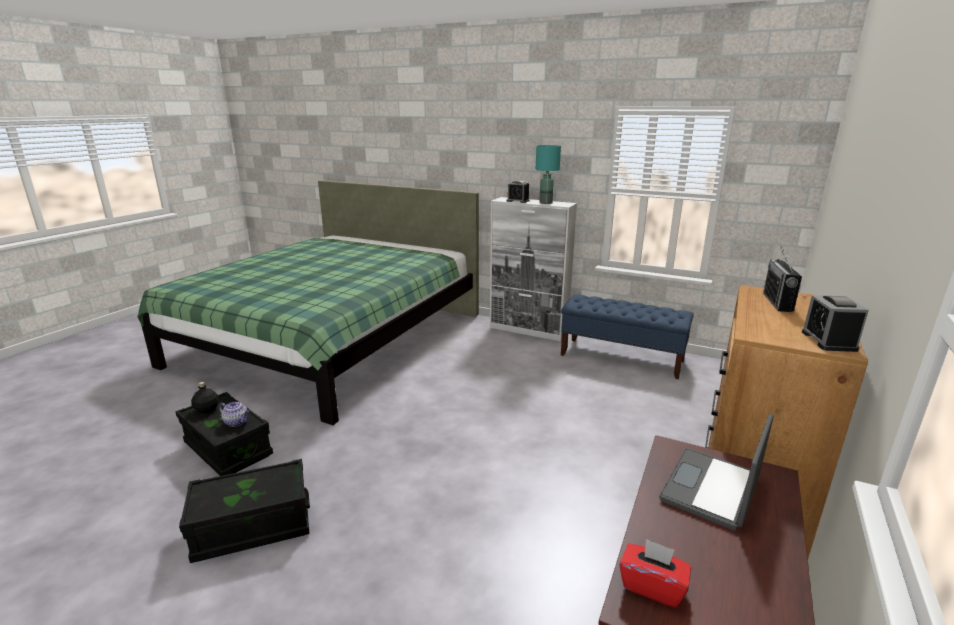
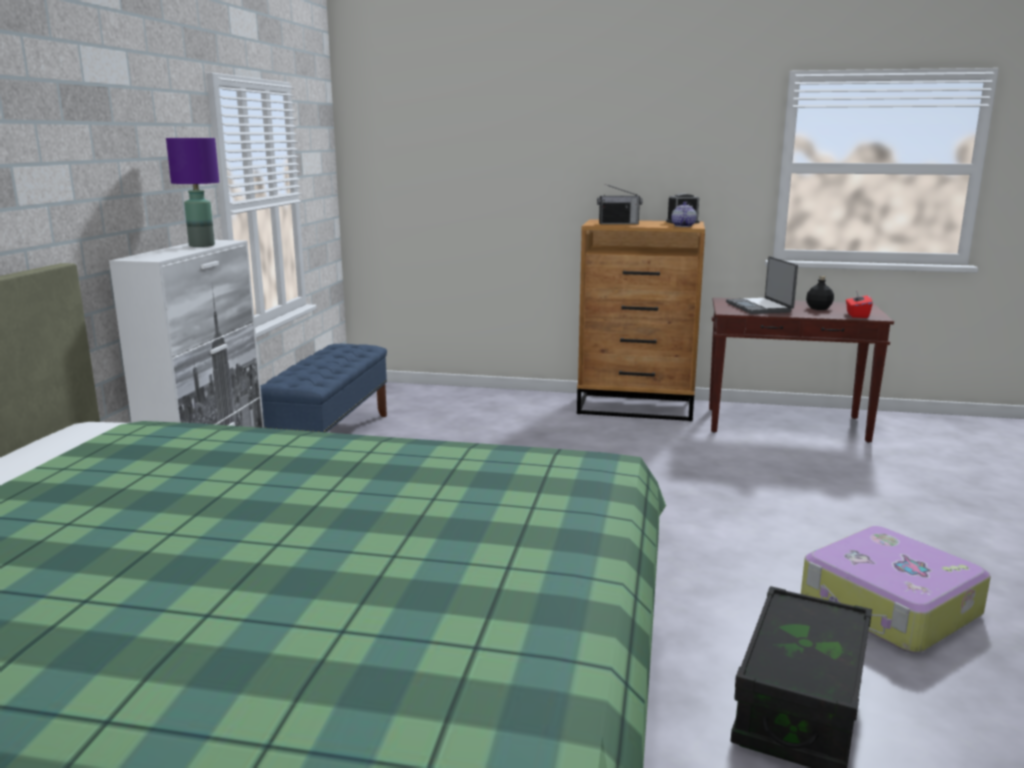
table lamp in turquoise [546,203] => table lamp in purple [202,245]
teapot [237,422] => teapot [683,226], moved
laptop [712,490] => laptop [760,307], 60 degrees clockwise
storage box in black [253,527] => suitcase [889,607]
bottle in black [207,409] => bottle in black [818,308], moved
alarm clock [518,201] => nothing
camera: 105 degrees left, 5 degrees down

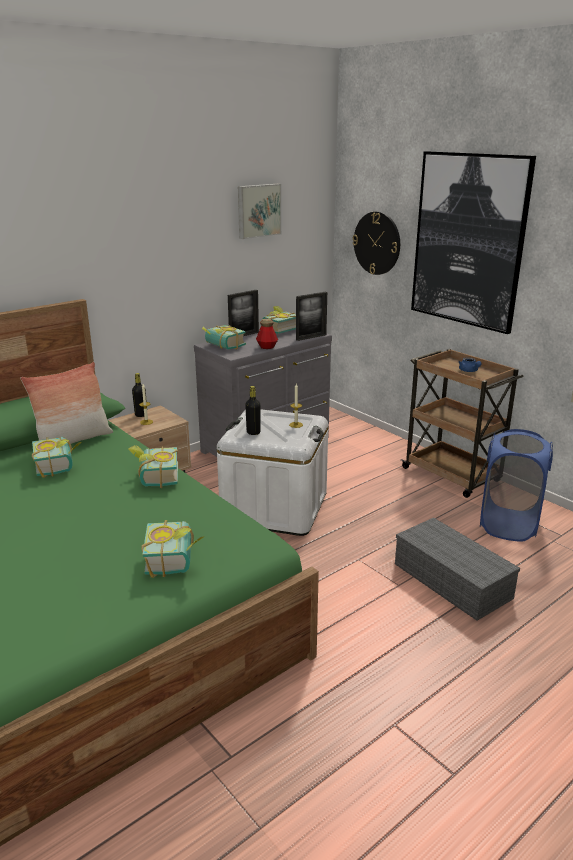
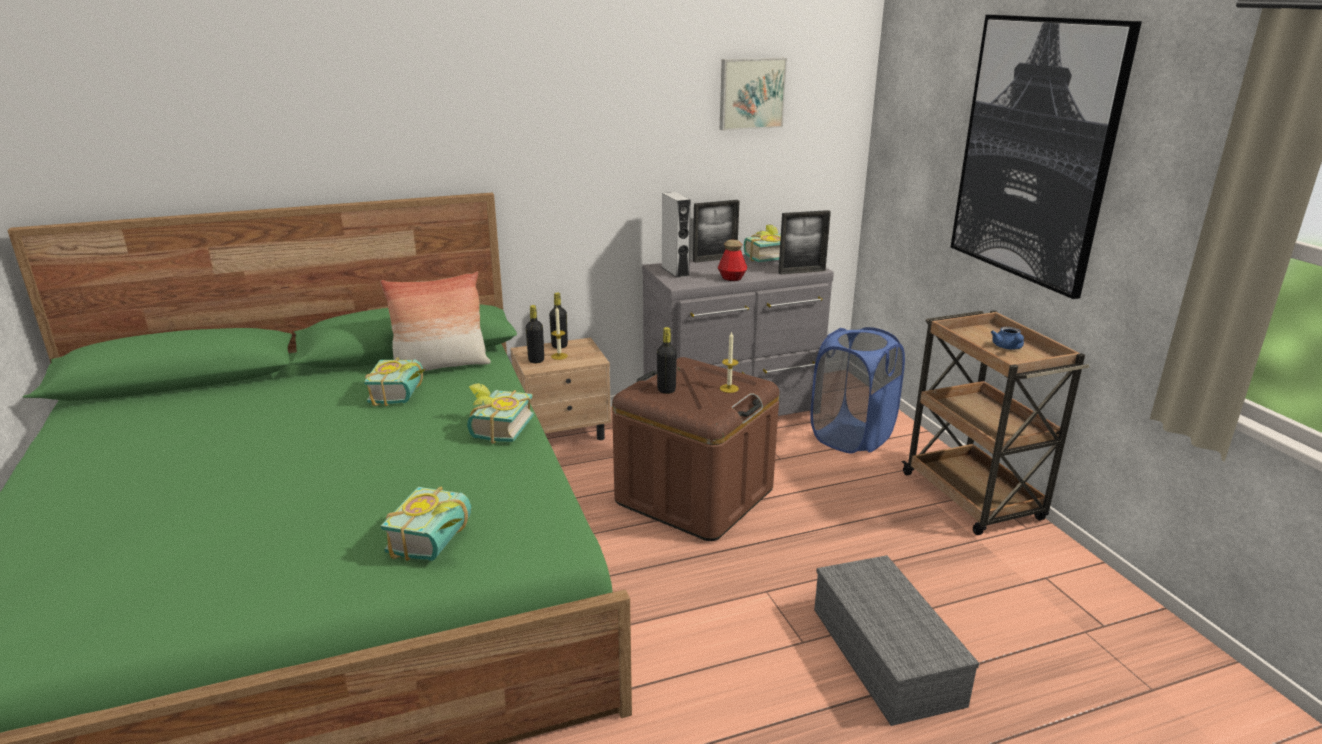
nothing => bottle in black [536,360]
storage box in white [275,508] => storage box in brown [694,496]
book [222,347] => speaker in grey [675,271]
laundry basket in blue [508,524] => laundry basket in blue [851,437], moved
wall clock [377,243] => nothing
camera: 20 degrees right, 0 degrees up

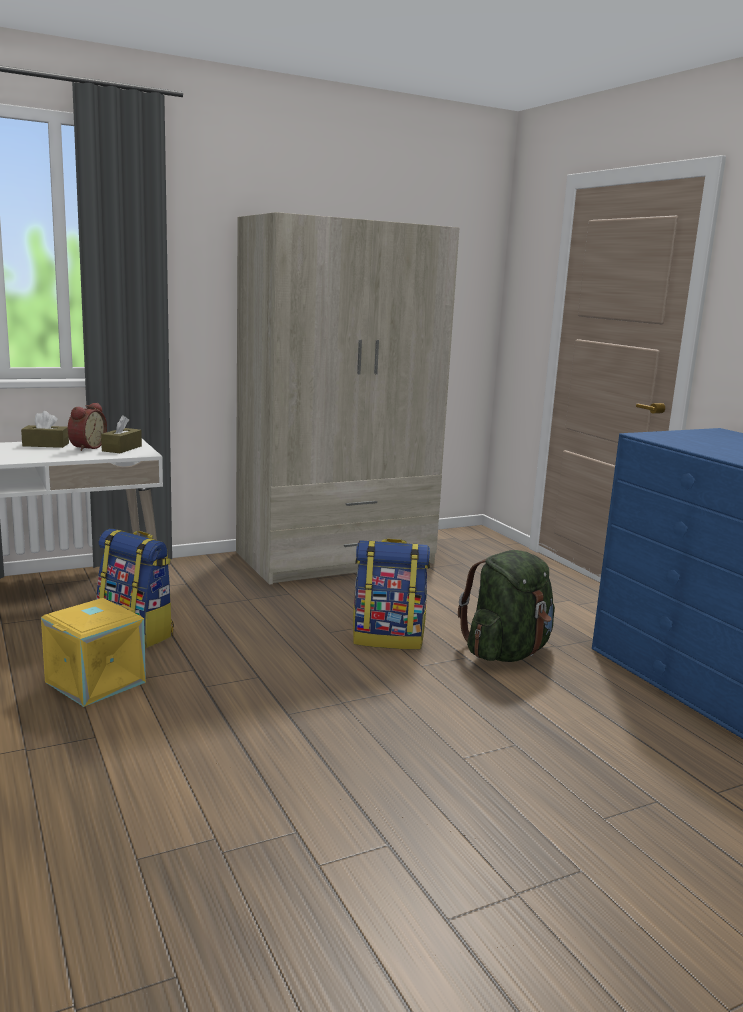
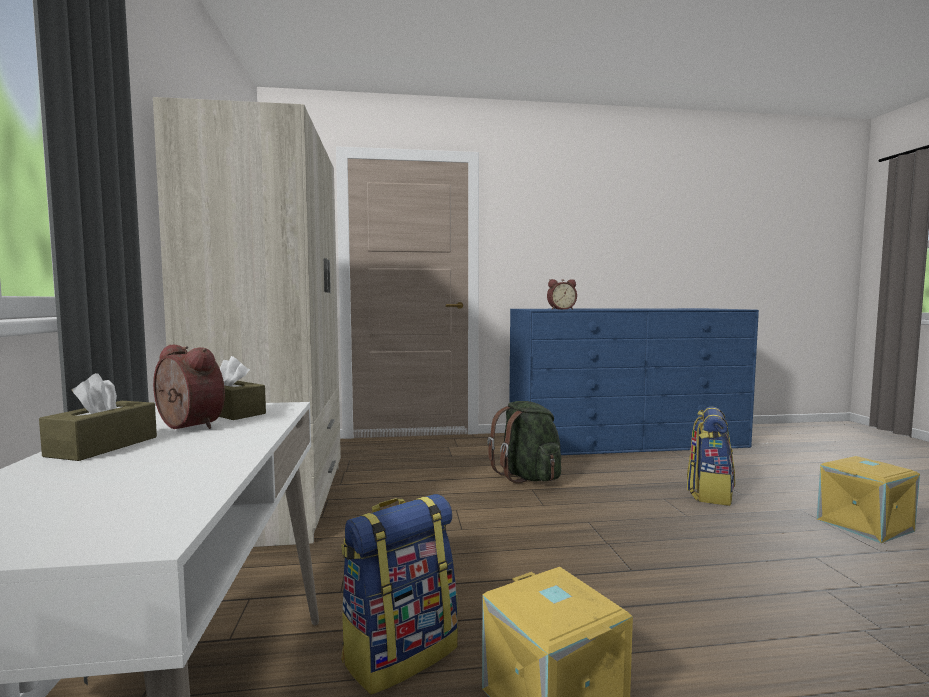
nothing => alarm clock [561,309]
backpack [388,639] => backpack [709,493], moved
nothing => storage box in yellow [865,526]
camera: 70 degrees left, 10 degrees down

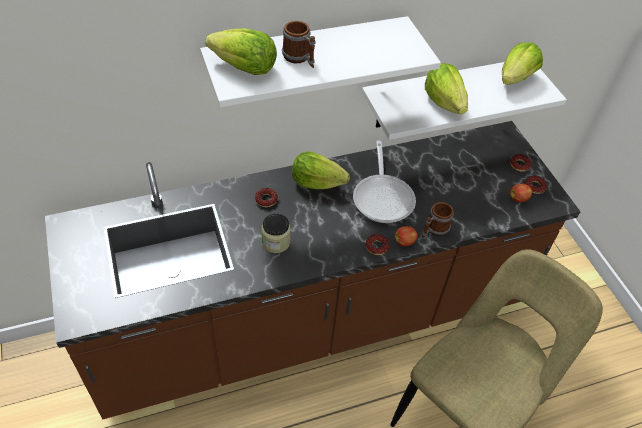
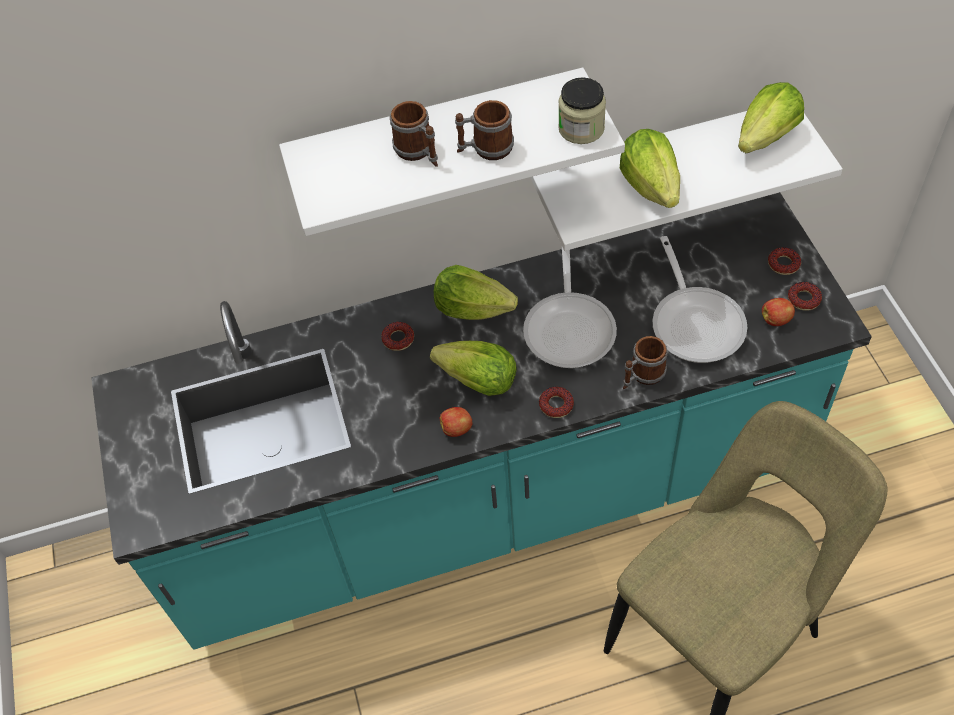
counter in brown [312,323] => counter in turquoise [491,501]
lettuce [245,68] => lettuce [478,381], moved
apple [404,242] => apple [457,429], moved
nothing => mug [485,149]
jar [276,242] => jar [581,129], moved
nothing => frying pan [695,322]
camera: 10 degrees right, 5 degrees up

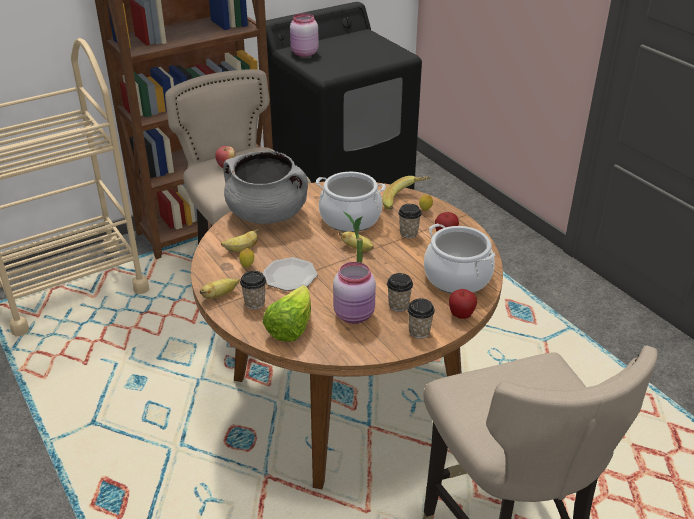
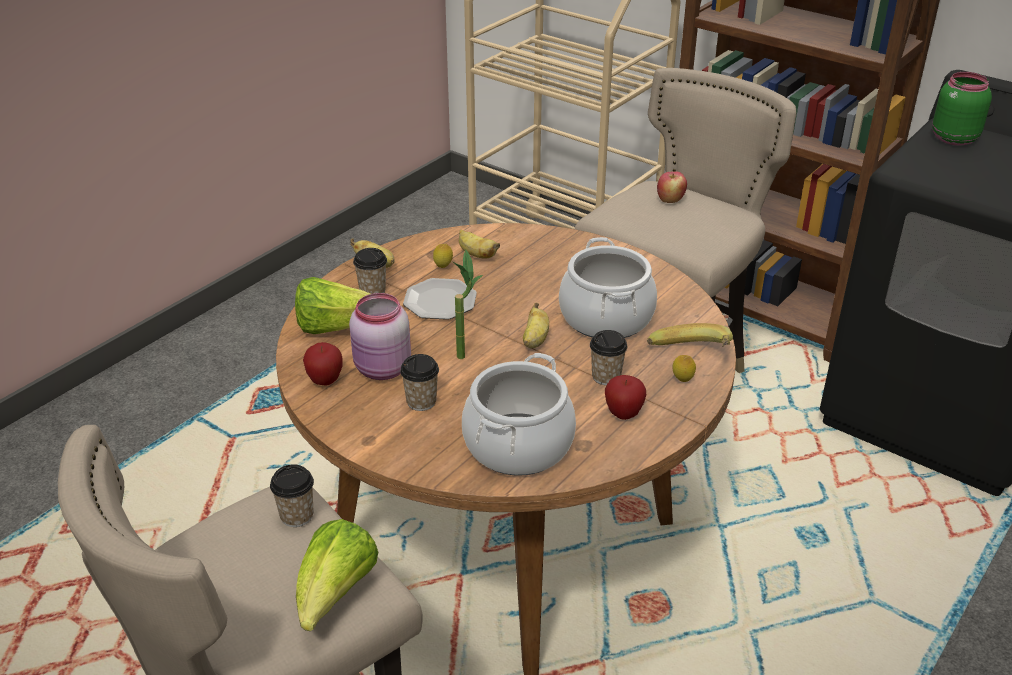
cup [419,331] => cup [297,516], moved
nothing => lettuce [335,596]
apple [461,316] => apple [325,381], moved
jar in pink [304,53] => jar in green [952,138]
cooking pot in grey [267,214] => nothing
camera: 70 degrees right, 0 degrees up

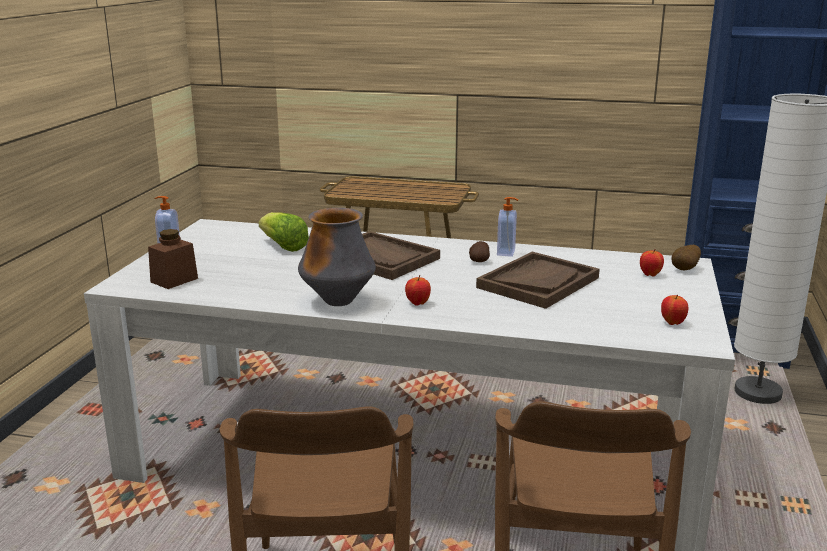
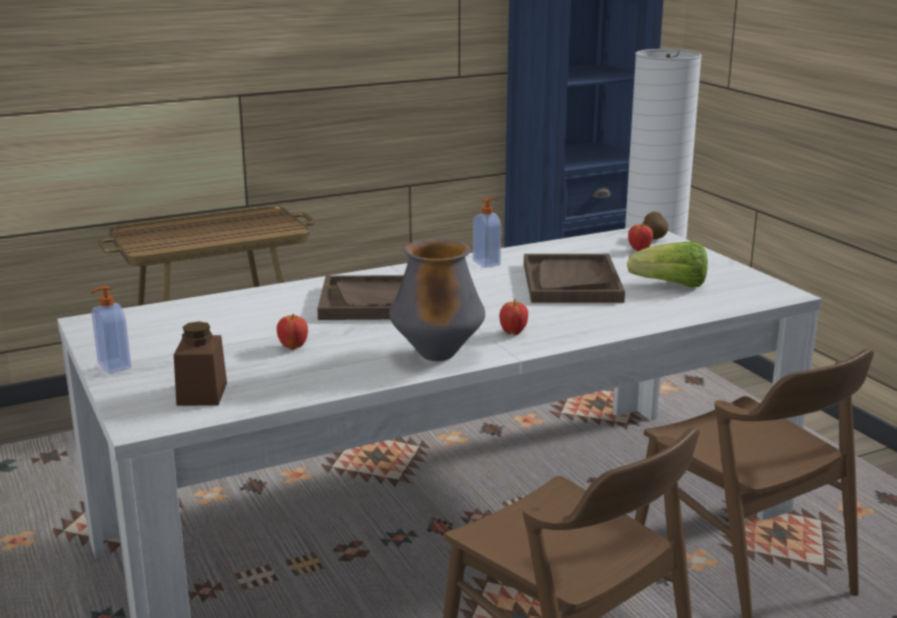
apple [672,323] => apple [293,347], moved
lettuce [283,246] => lettuce [671,285], moved
potato [479,261] => nothing
camera: 40 degrees left, 0 degrees up

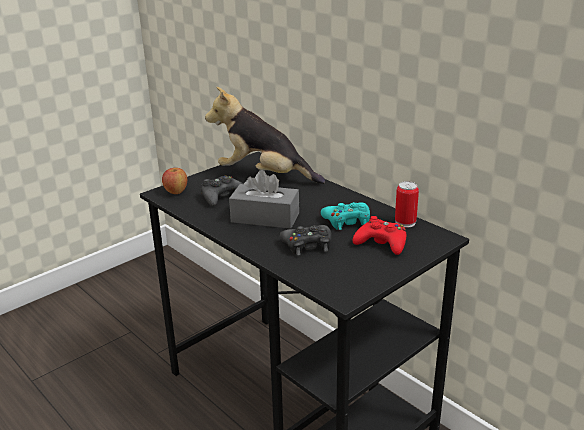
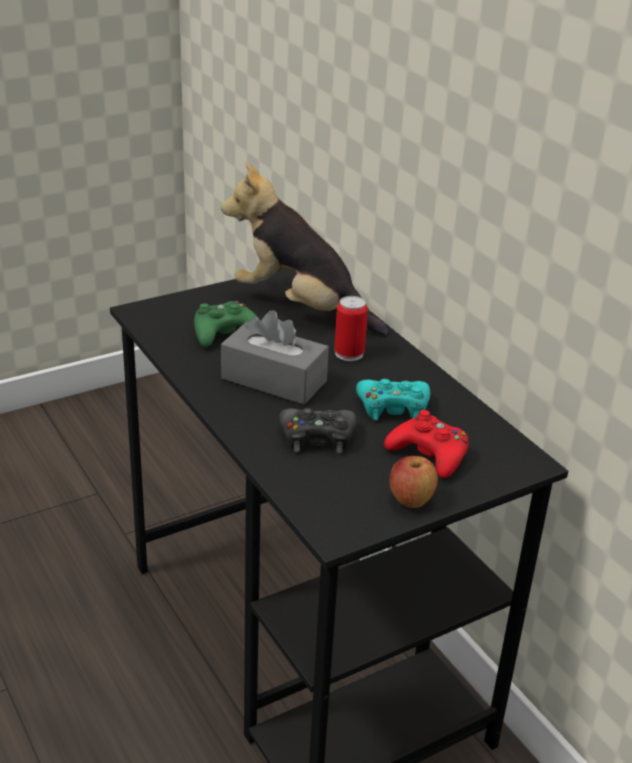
game controller in black [222,197] => game controller in green [225,333]
can [405,222] => can [349,353], moved
apple [176,192] => apple [411,500], moved
camera: 10 degrees right, 5 degrees up

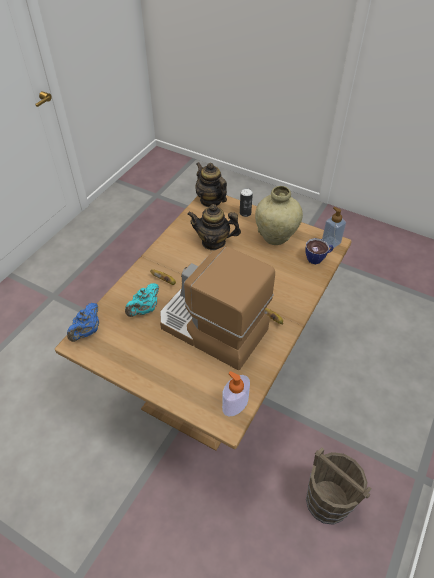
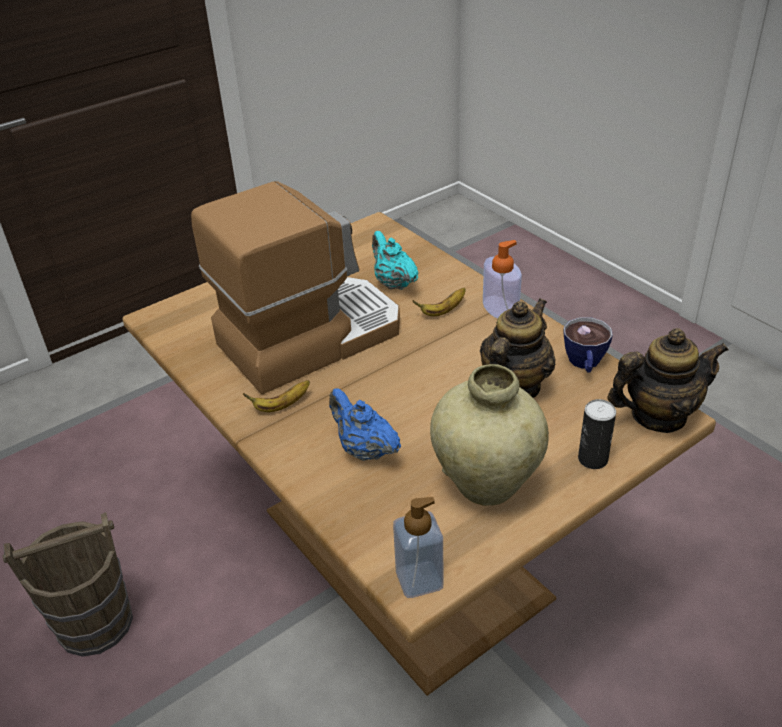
teapot in blue [87,332] => teapot in blue [364,449], moved
soap dispenser [235,404] => soap dispenser [500,308], moved
cup [318,258] => cup [584,364], moved
camera: 115 degrees right, 10 degrees down

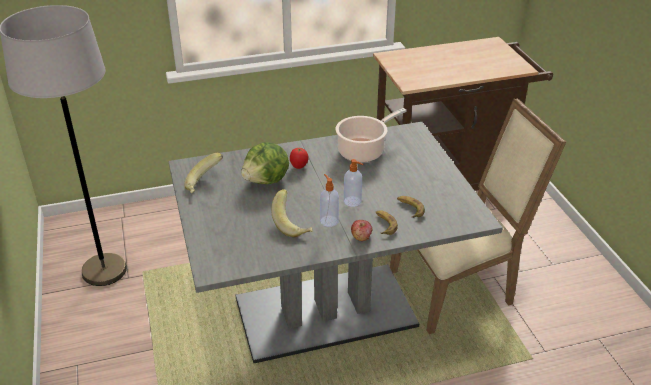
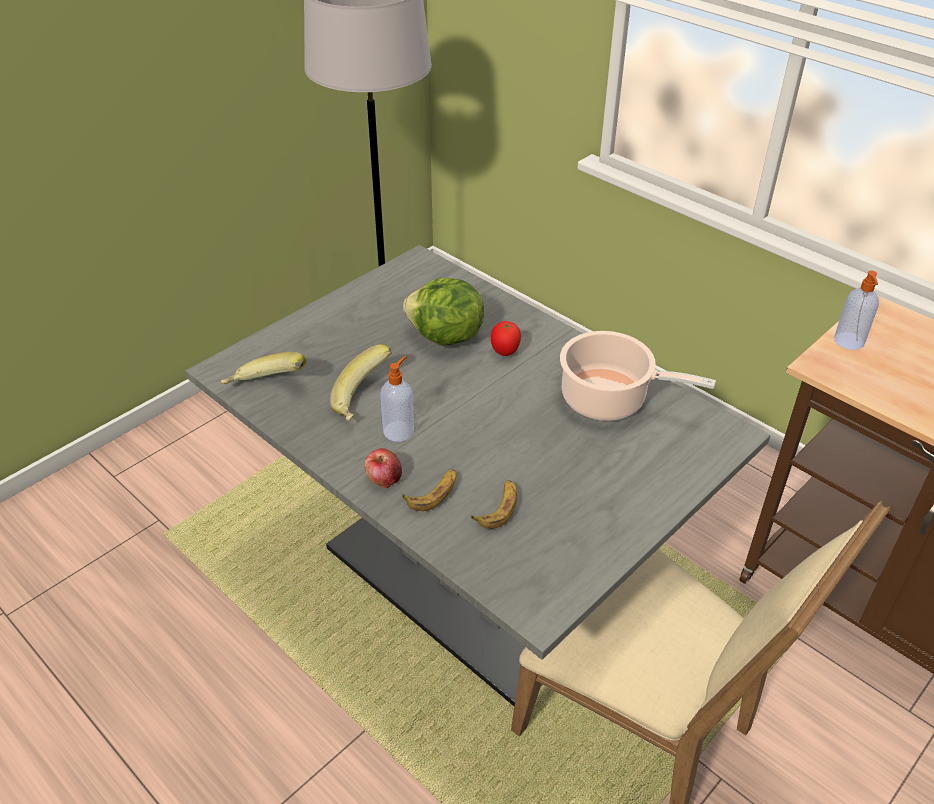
banana [205,184] => banana [266,388], moved
soap dispenser [353,201] => soap dispenser [849,342], moved
camera: 60 degrees right, 5 degrees up

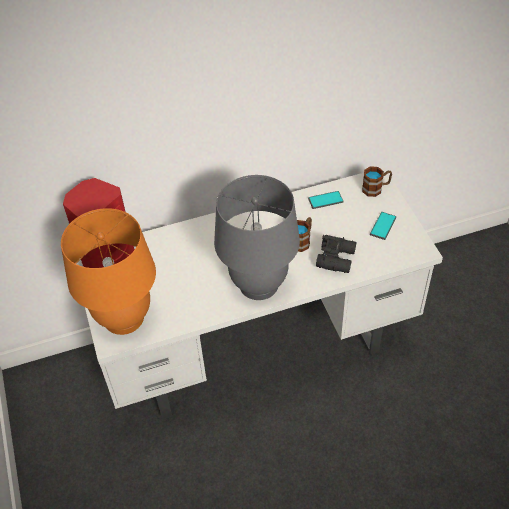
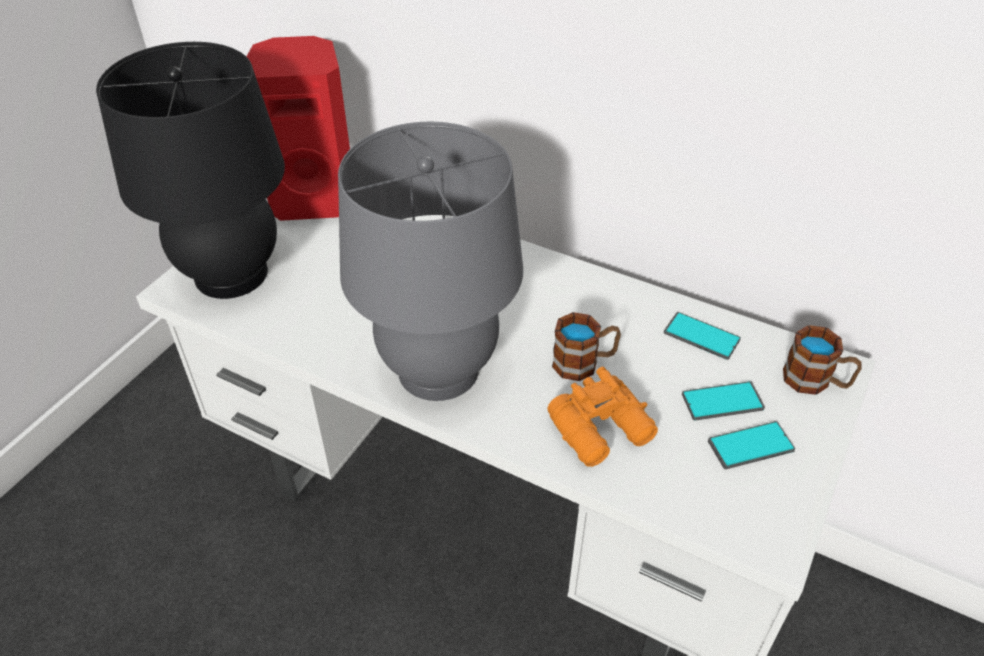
table lamp in orange [123,317] => table lamp in black [231,274]
binoculars in black [337,258] => binoculars in orange [603,430]
nothing => phone [722,401]
camera: 45 degrees right, 5 degrees down

